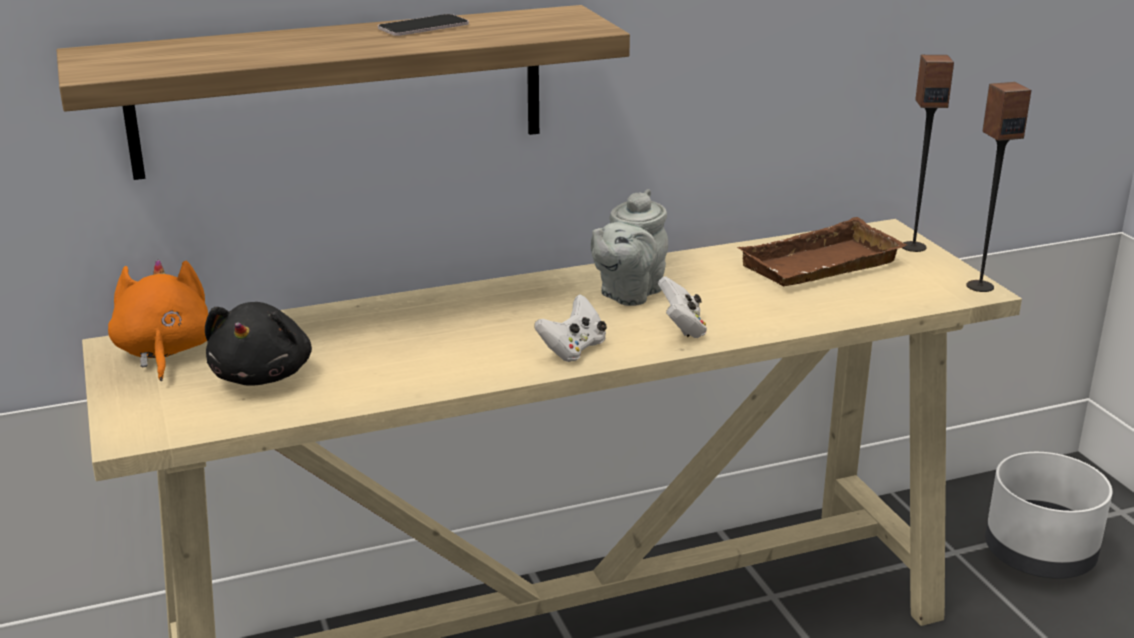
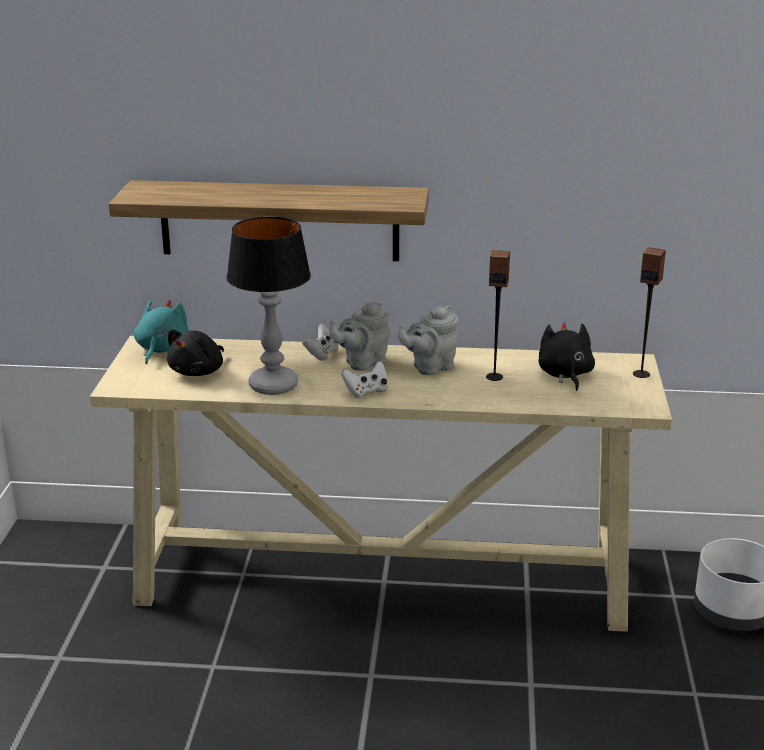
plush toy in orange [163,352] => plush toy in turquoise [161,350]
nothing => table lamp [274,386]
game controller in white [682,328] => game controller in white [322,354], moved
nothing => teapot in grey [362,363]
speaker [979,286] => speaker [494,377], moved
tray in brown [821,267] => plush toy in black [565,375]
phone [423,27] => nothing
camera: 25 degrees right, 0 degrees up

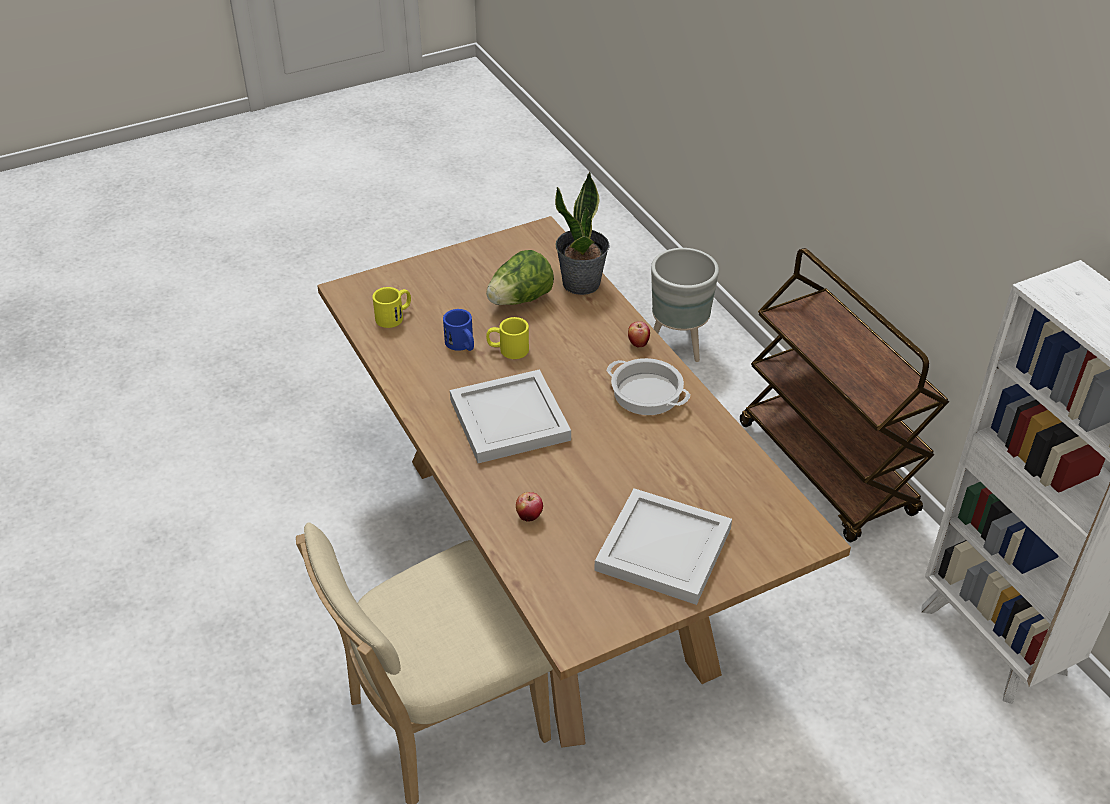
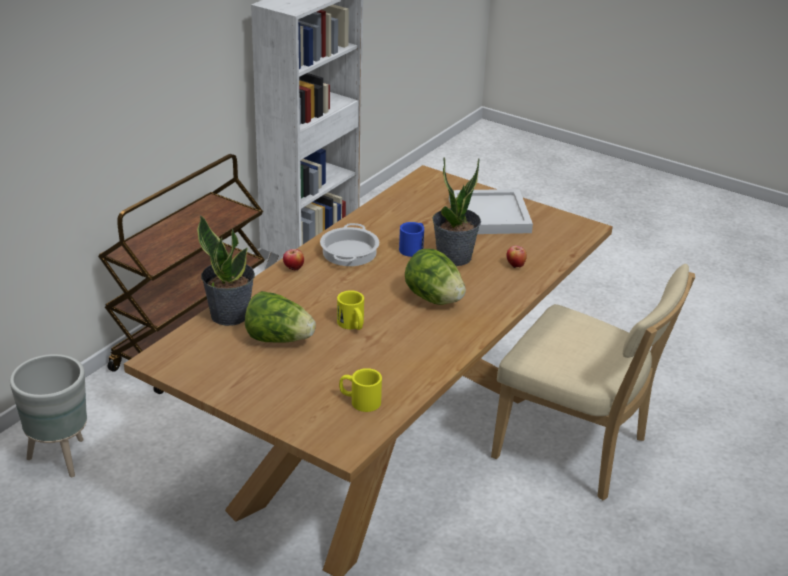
mug in blue [462,345] => mug in blue [413,248], moved
tray in white [511,420] => lettuce [433,298]
nothing => potted plant [454,257]
camera: 120 degrees left, 10 degrees down

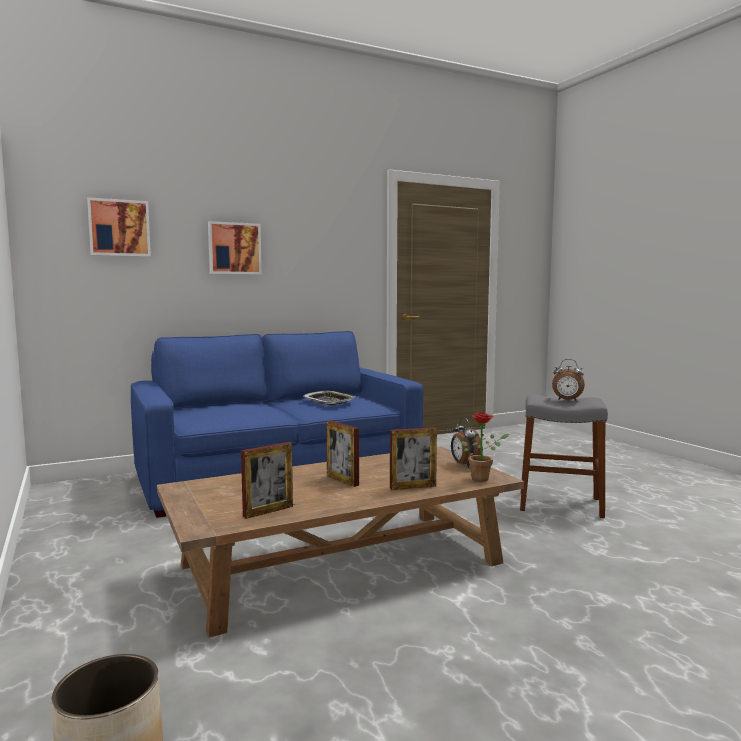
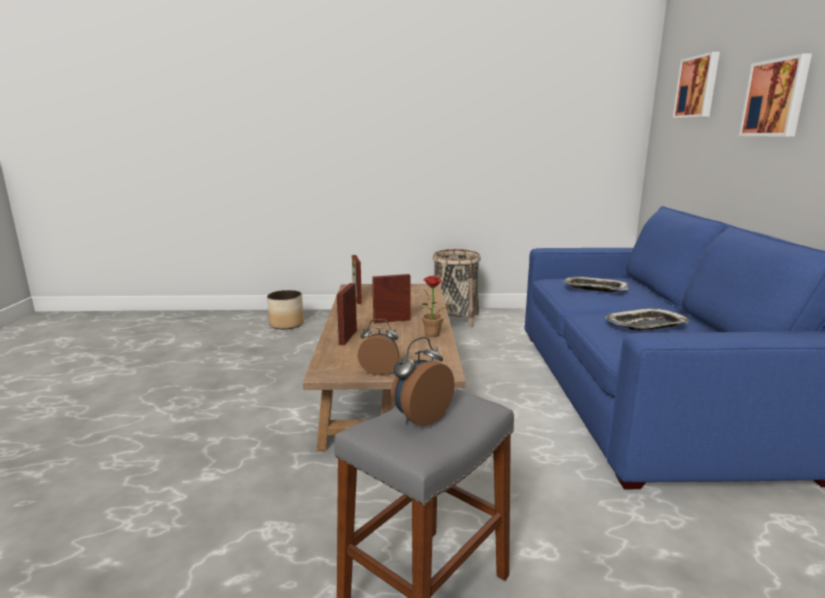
potted plant [483,478] => potted plant [432,335], moved
nothing => basket [455,318]
nothing => tray [594,289]
camera: 115 degrees right, 10 degrees up

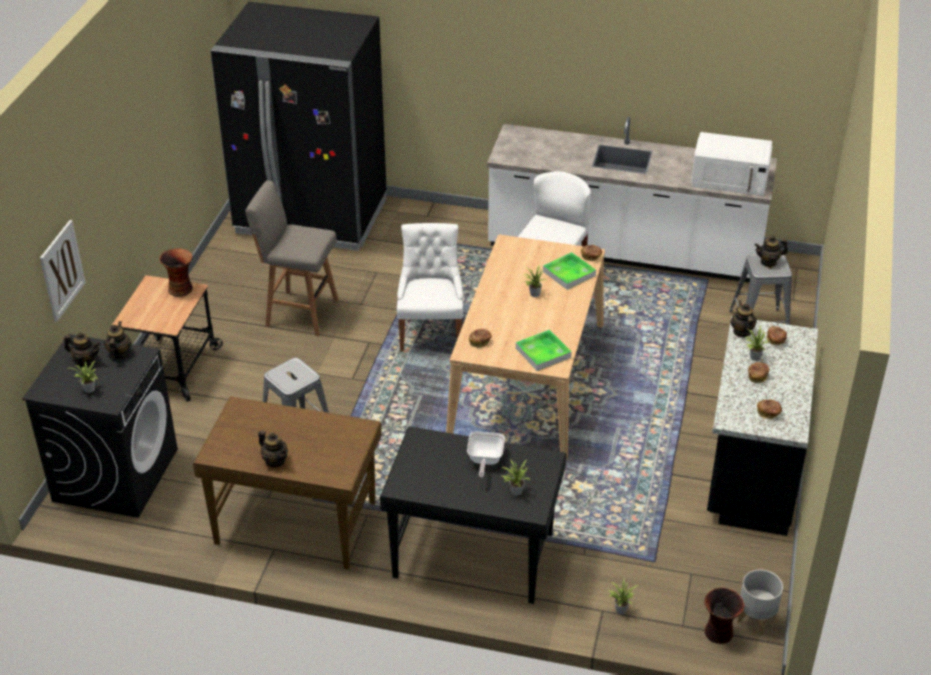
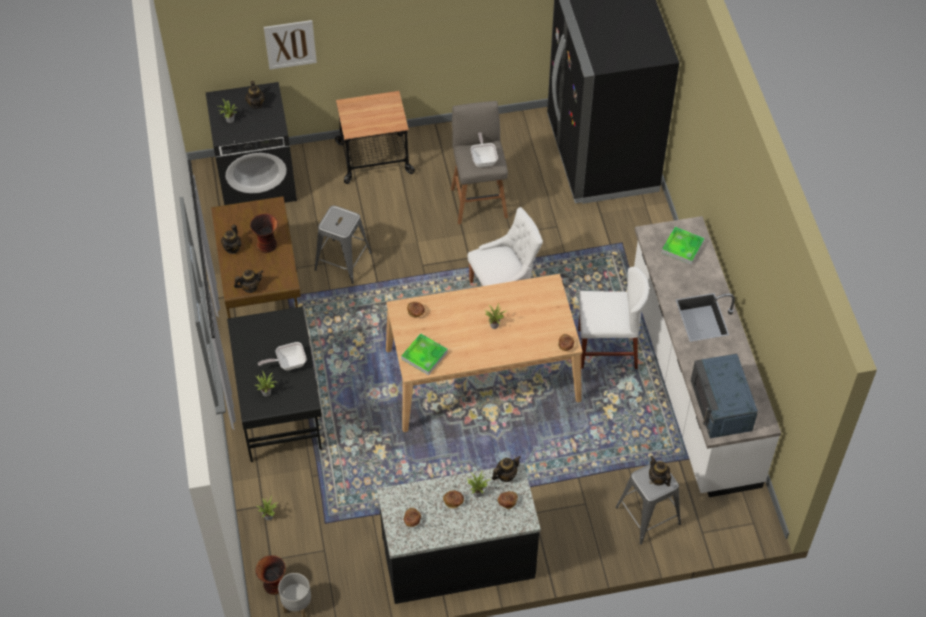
teapot [119,353] => teapot [250,287], moved
vase [180,288] => vase [267,244], moved
nothing => frying pan [483,159]
tray [569,273] => tray [682,247], moved
microwave in white [730,179] => microwave in blue [721,405]
camera: 65 degrees right, 15 degrees up

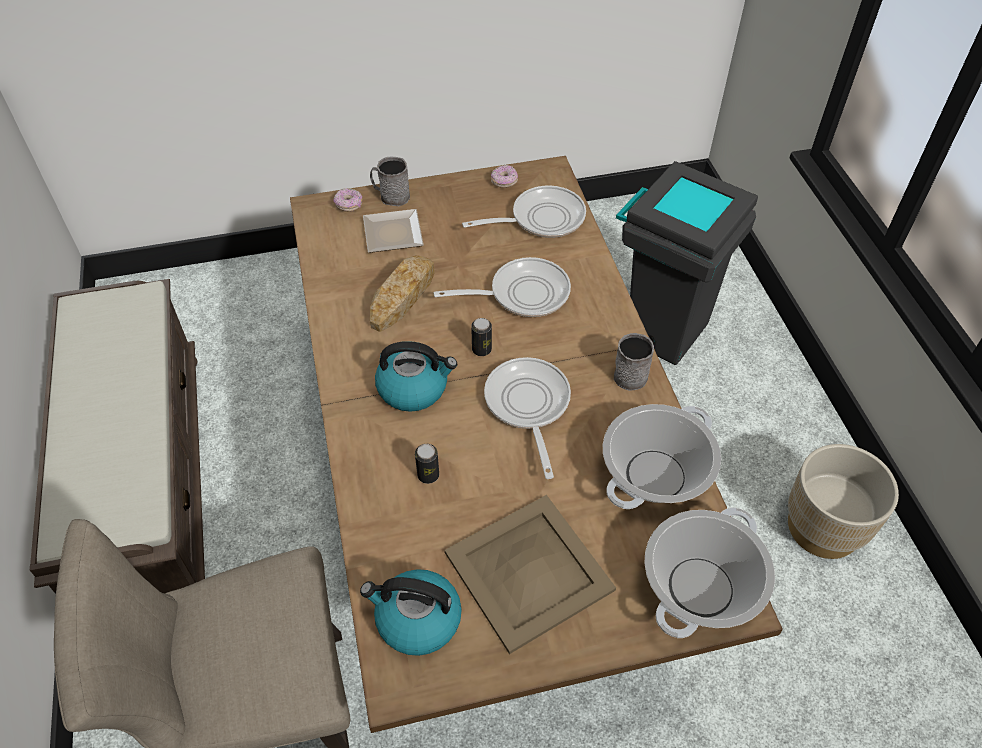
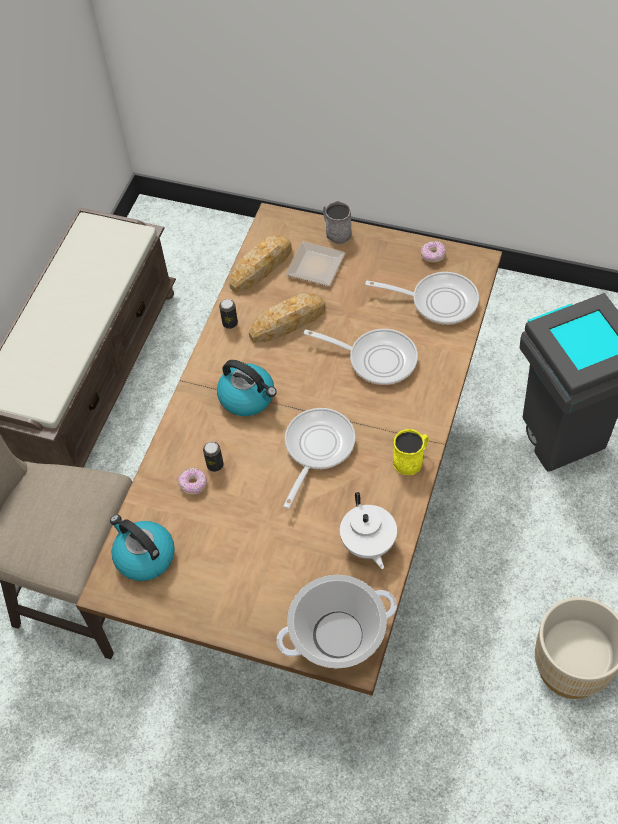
donut [349,205] => donut [193,484], moved
can [481,349] => can [230,323], moved
nothing => bread [261,267]
cooking pot [655,476] => teapot in white [368,544]
mug in grey [631,372] => mug in yellow [411,460]
tray in beige [529,570] => nothing
camera: 35 degrees right, 5 degrees up

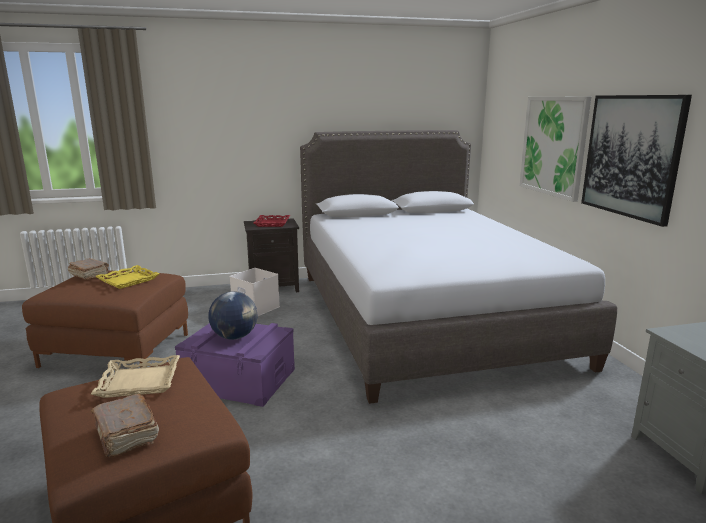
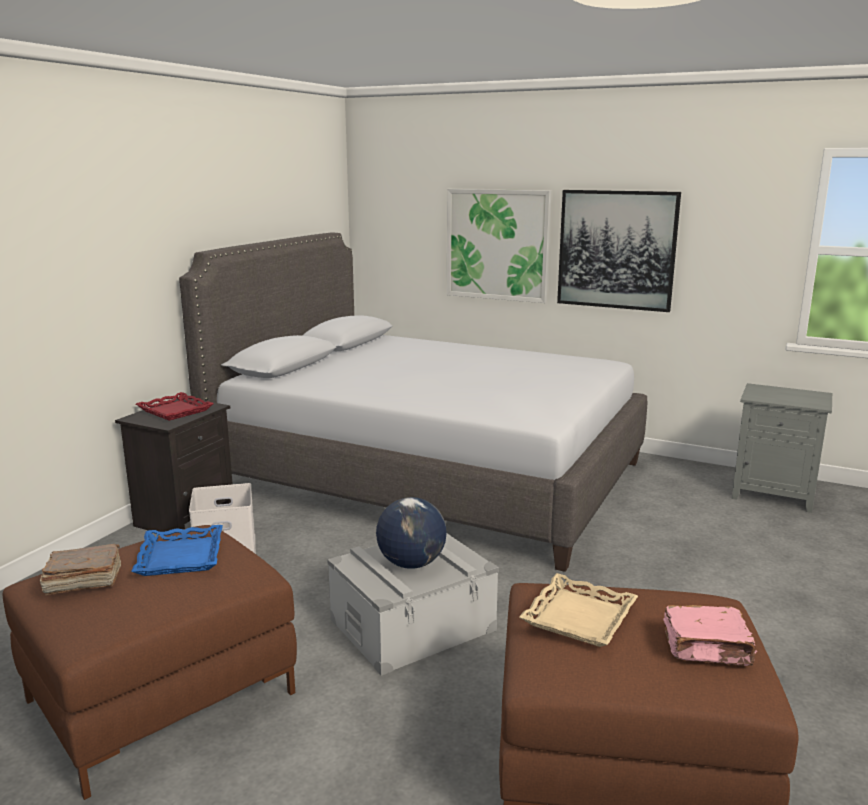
tray in yellow [128,280] => tray in blue [181,557]
storage box in purple [239,380] => storage box in grey [412,625]
book in brown [126,435] => book in pink [707,649]
camera: 50 degrees left, 0 degrees up

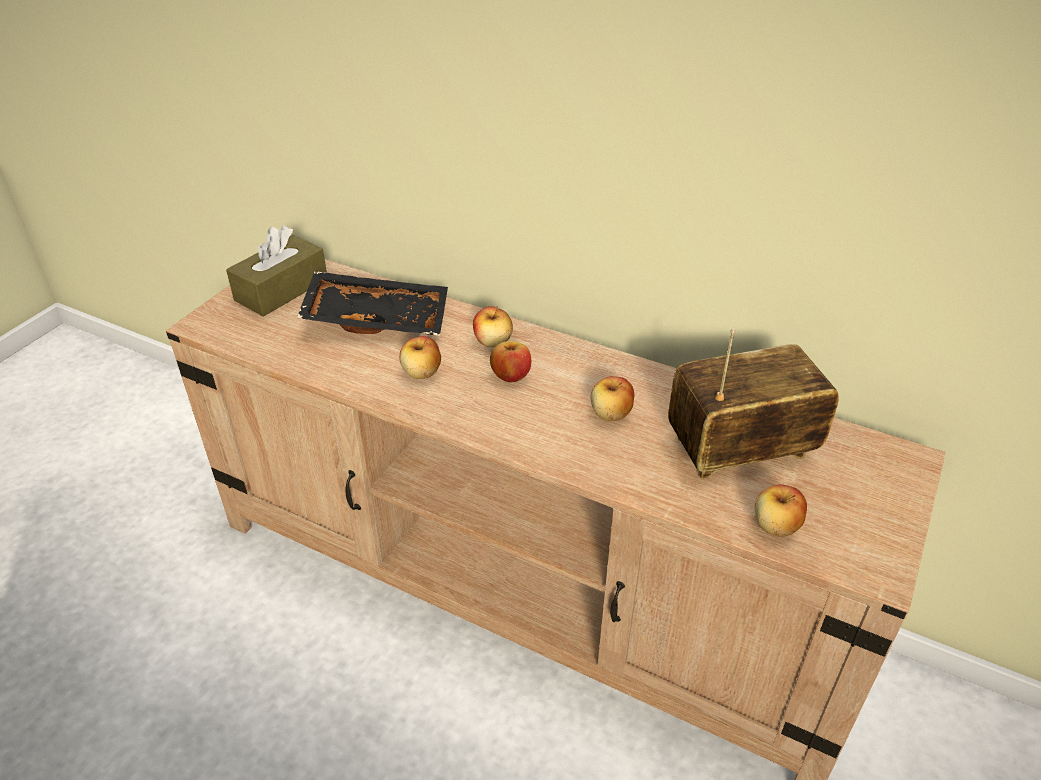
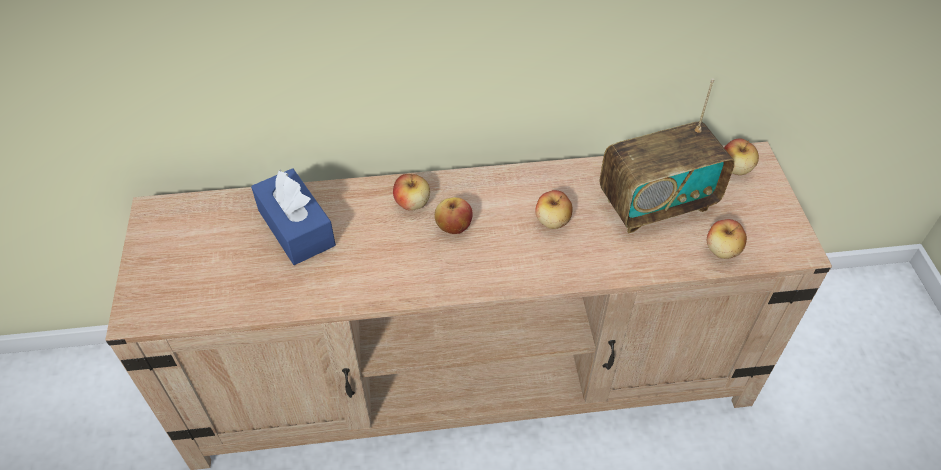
tray in black [378,318] => tissue box in blue [296,228]
radio [741,449] => radio [656,204], 150 degrees counterclockwise
apple [422,373] => apple [735,168], moved
tissue box in brown [281,290] => nothing
camera: 35 degrees left, 10 degrees up

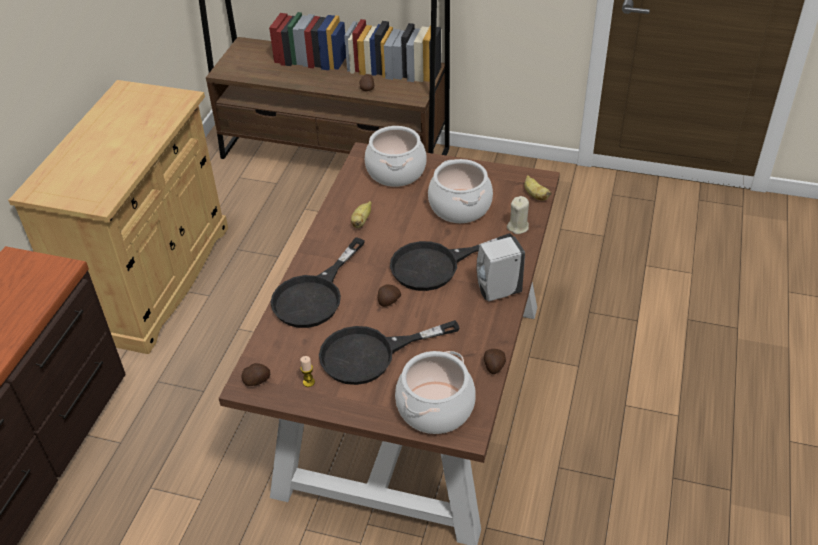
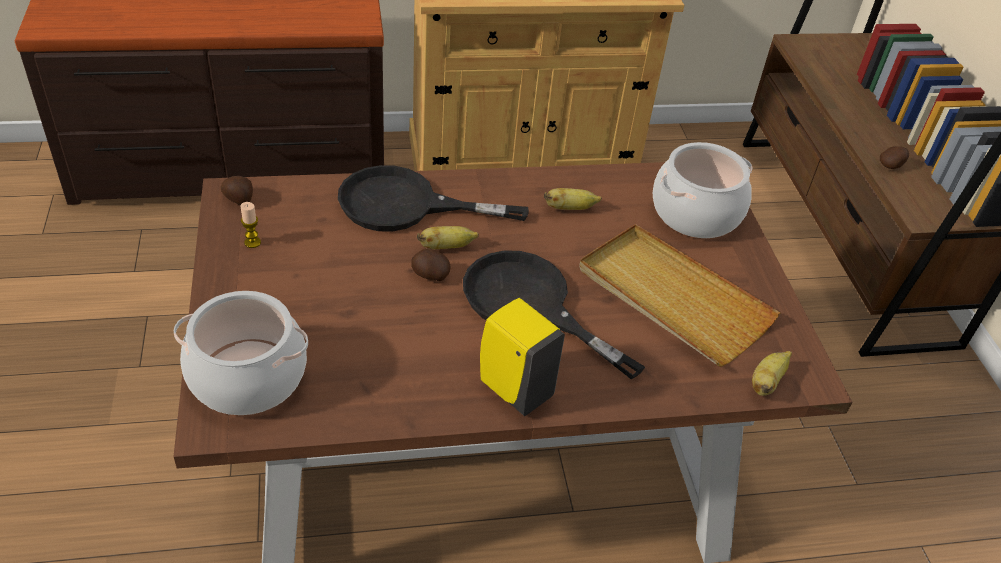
nothing => banana [446,247]
soap dispenser in white [497,291] => soap dispenser in yellow [513,388]
cooking pot [459,206] => tray in beige [672,298]
frying pan in black [371,354] => nothing
potato [493,367] => nothing
candle in beige [518,227] => nothing
camera: 60 degrees right, 0 degrees up

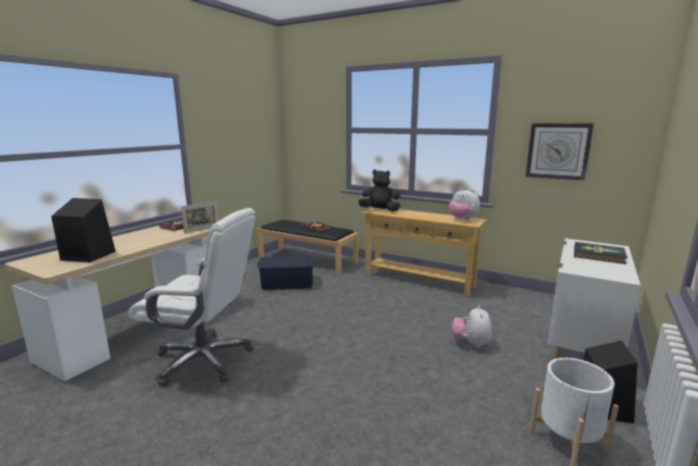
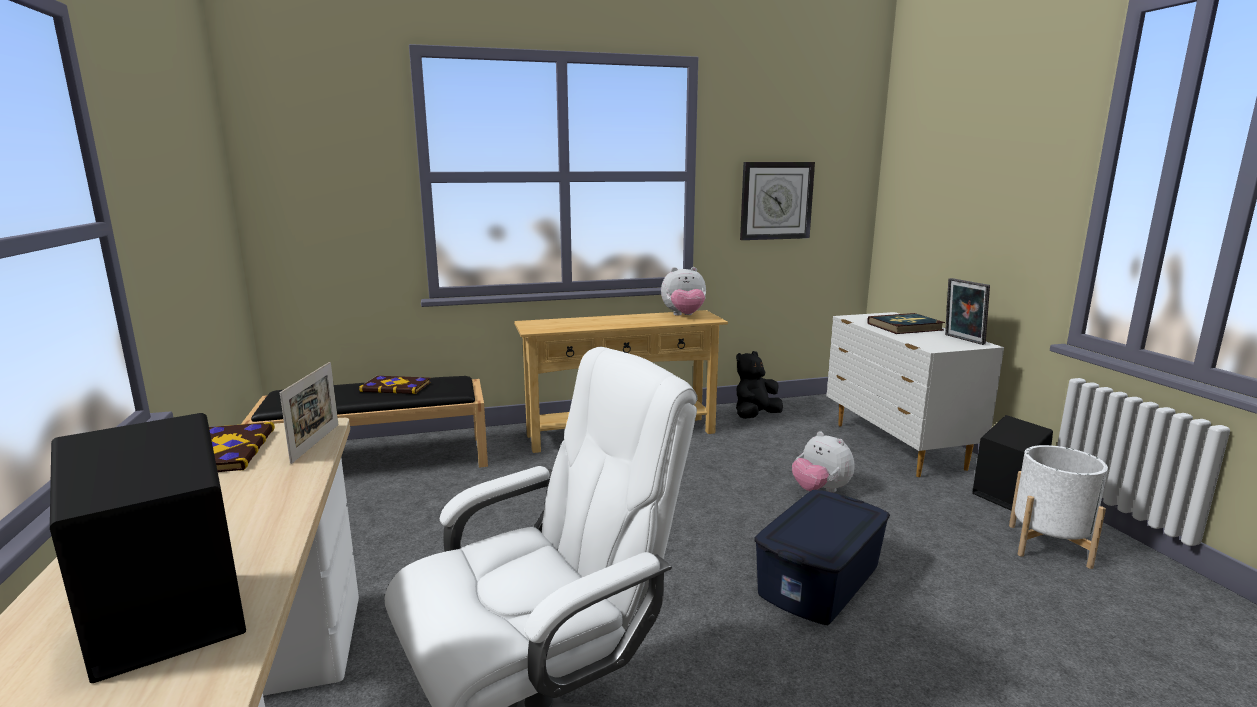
plush toy in black [380,210] => plush toy in black [755,416], moved
storage box in blue [287,283] => storage box in blue [820,580], moved
nothing => picture frame [962,339]
camera: 45 degrees left, 0 degrees up

